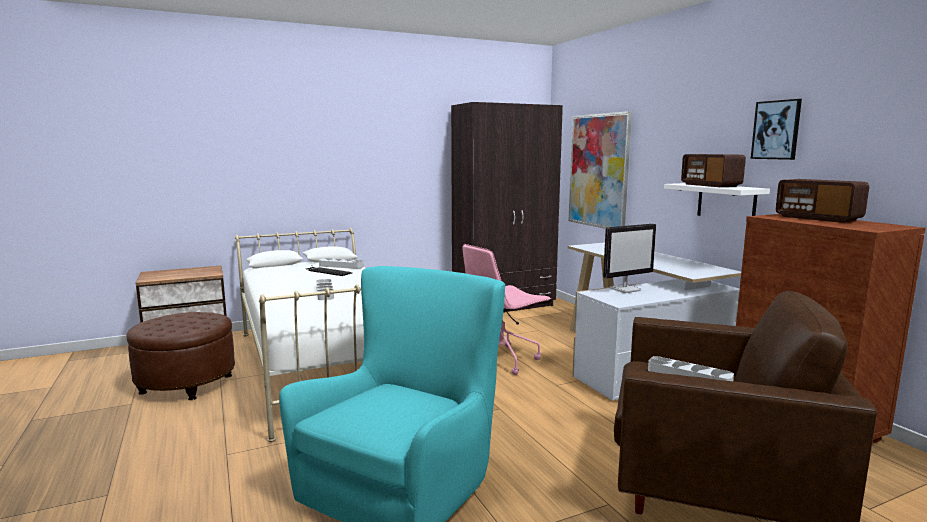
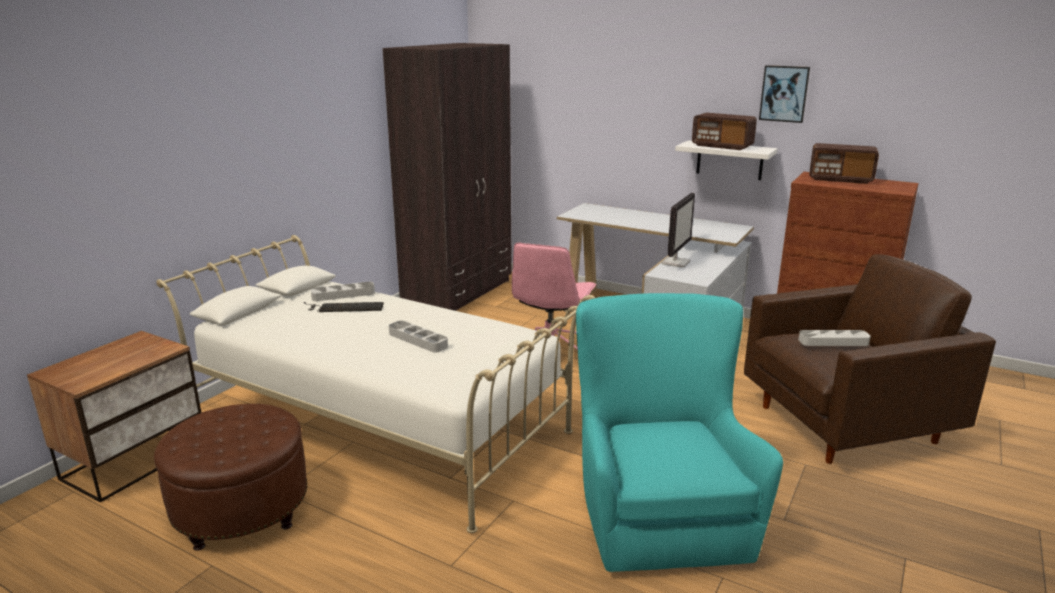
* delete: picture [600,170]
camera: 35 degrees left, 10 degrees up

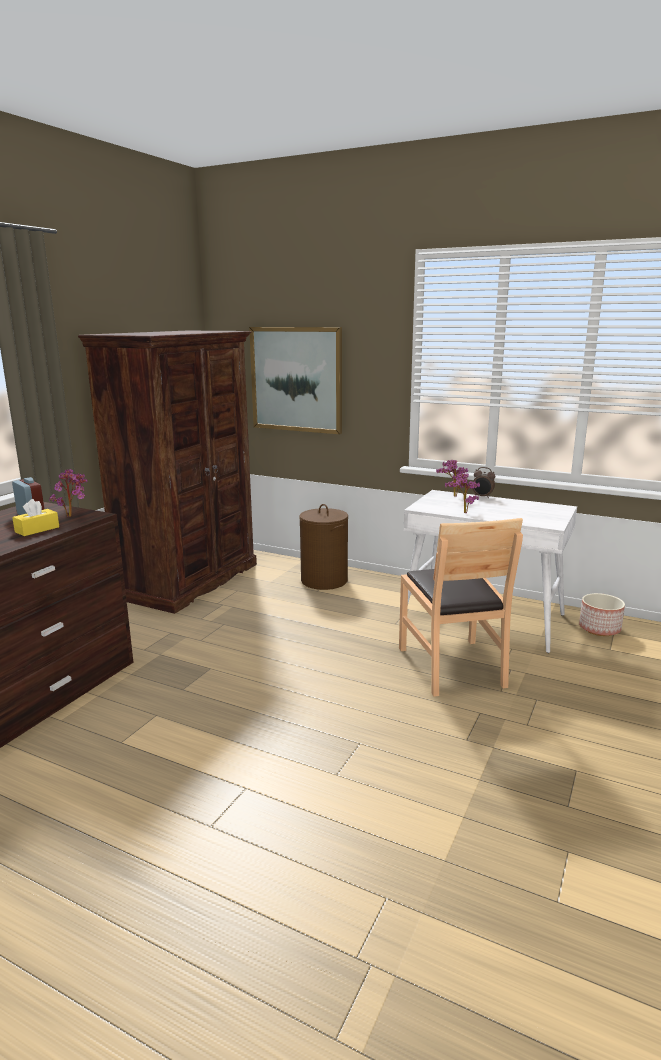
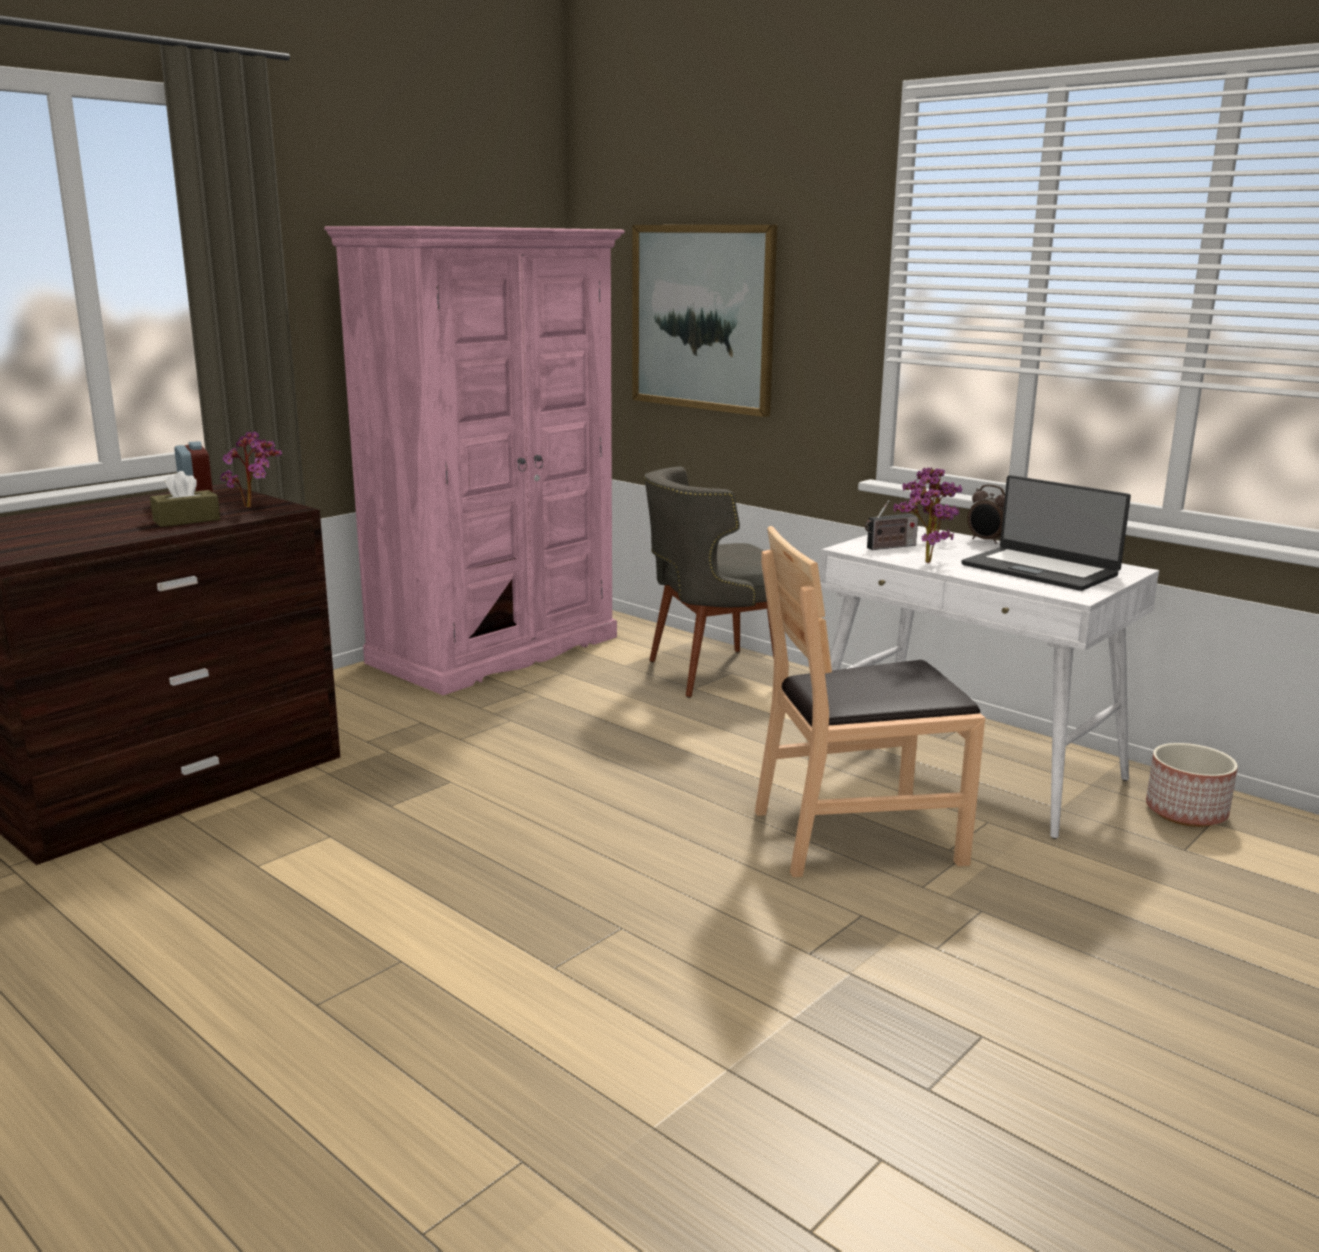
* insert: radio [891,525]
* insert: laptop [1046,533]
* replace: laundry basket (brown) [323,547] to chair (grey) [709,582]
* recolor: tissue box (yellow) [35,517] to tissue box (brown) [185,499]
* recolor: wardrobe (brown) [167,472] to wardrobe (pink) [474,460]
* rotate: chair (brown) [461,607] = [870,701] 75 degrees clockwise
camera: 15 degrees right, 0 degrees up

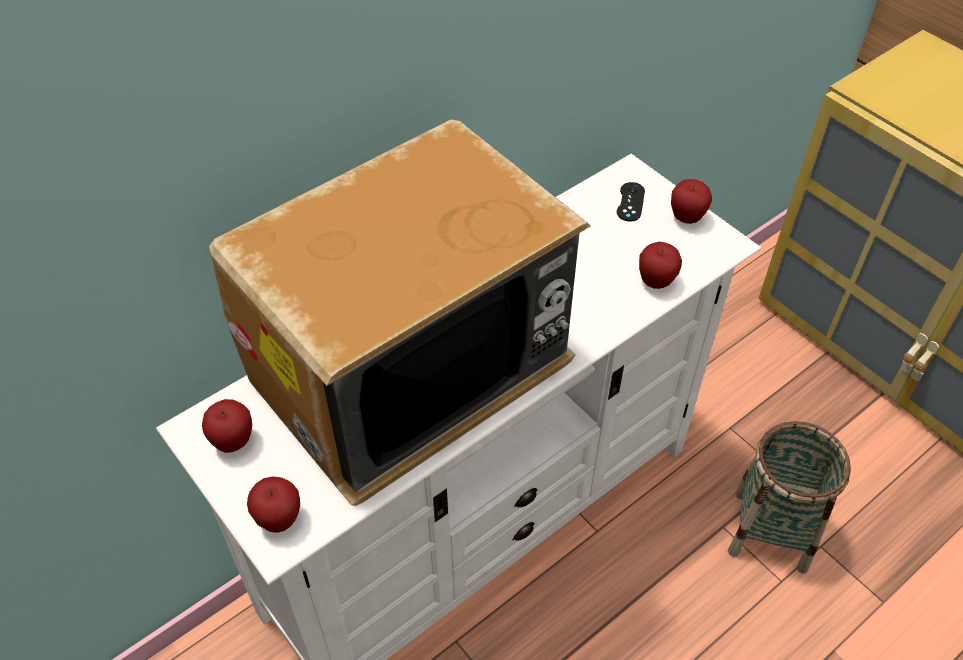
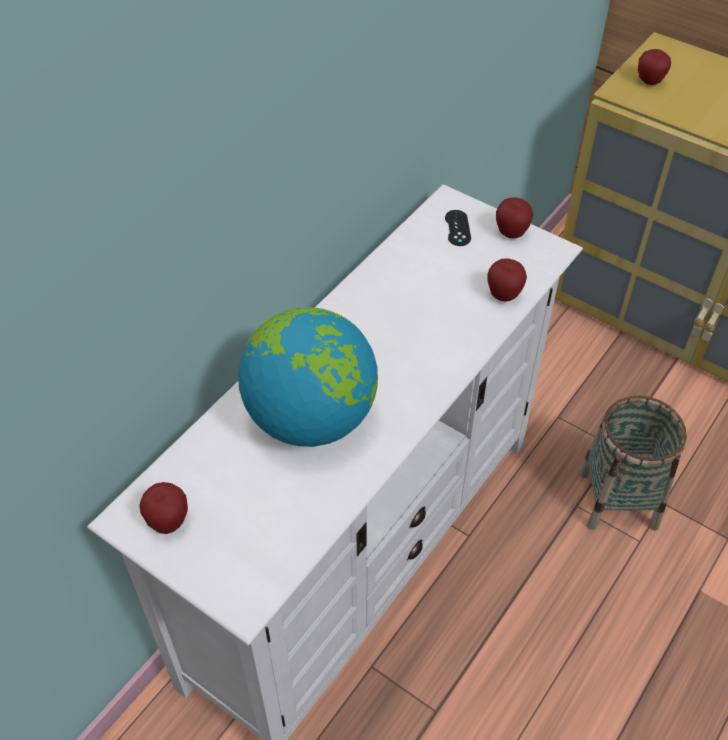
* move: apple [273,504] to [654,67]
* replace: television [400,313] to globe [308,377]
camera: 15 degrees left, 0 degrees up

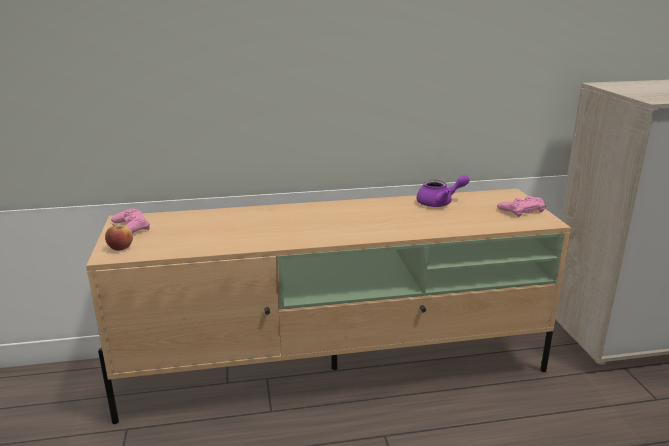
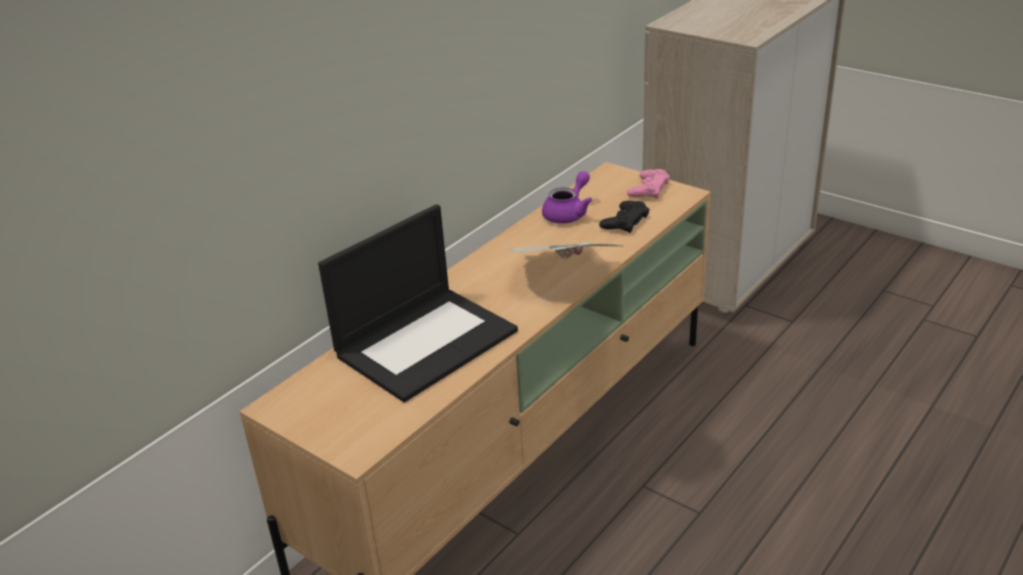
* delete: apple [119,237]
* delete: game controller (pink) [130,220]
* insert: laptop [418,303]
* insert: newspaper [564,250]
* insert: game controller (black) [624,217]
camera: 40 degrees left, 10 degrees up

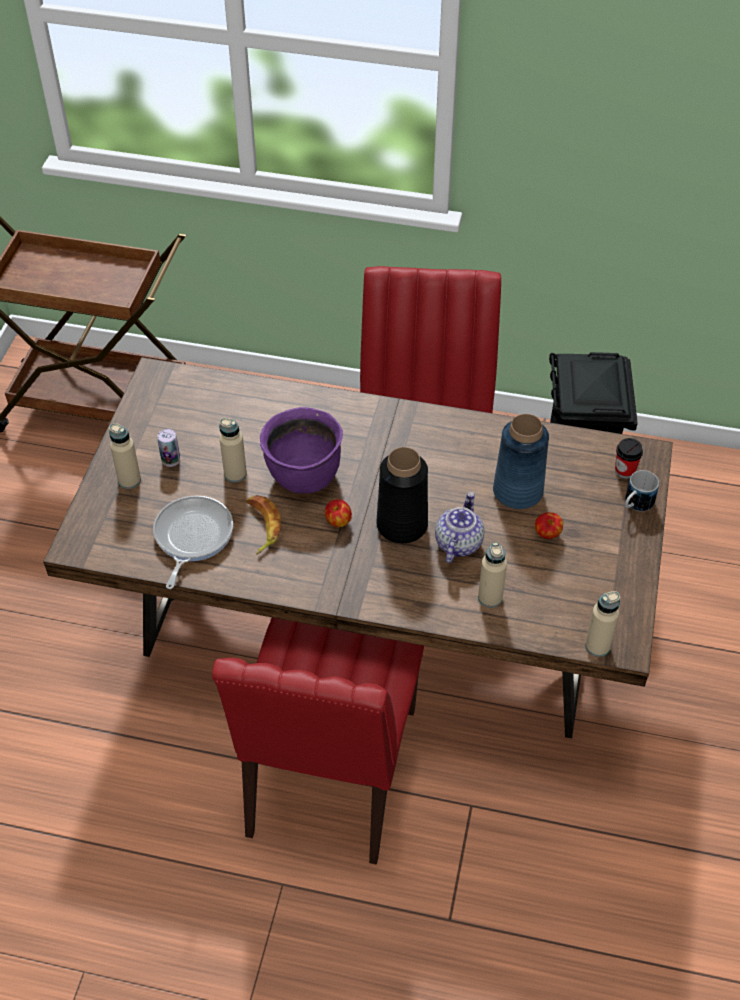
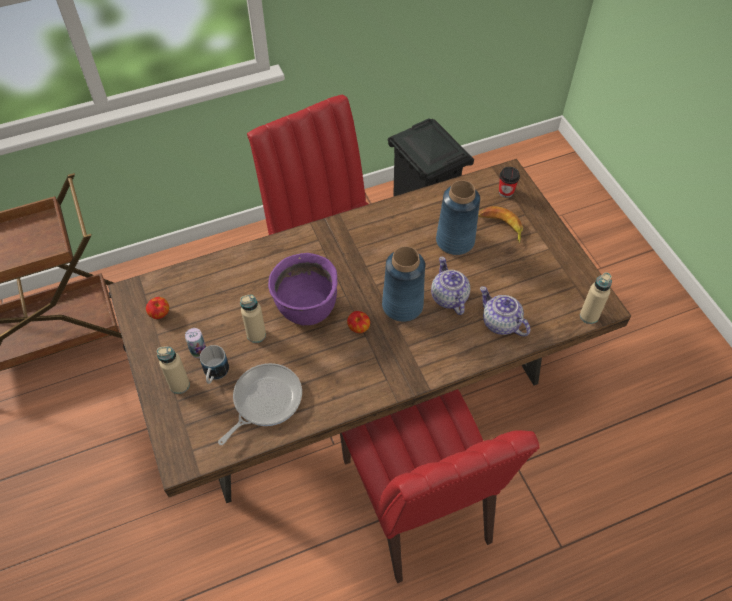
* move: banana [263,525] to [500,224]
* move: apple [549,525] to [157,308]
* move: mug [642,490] to [214,364]
* replace: bottle (beige) [492,575] to teapot [505,311]
* recolor: vase (black) [402,495] to vase (blue) [403,284]
* rotate: frying pan [193,542] = [260,404] 60 degrees clockwise
camera: 35 degrees left, 5 degrees up

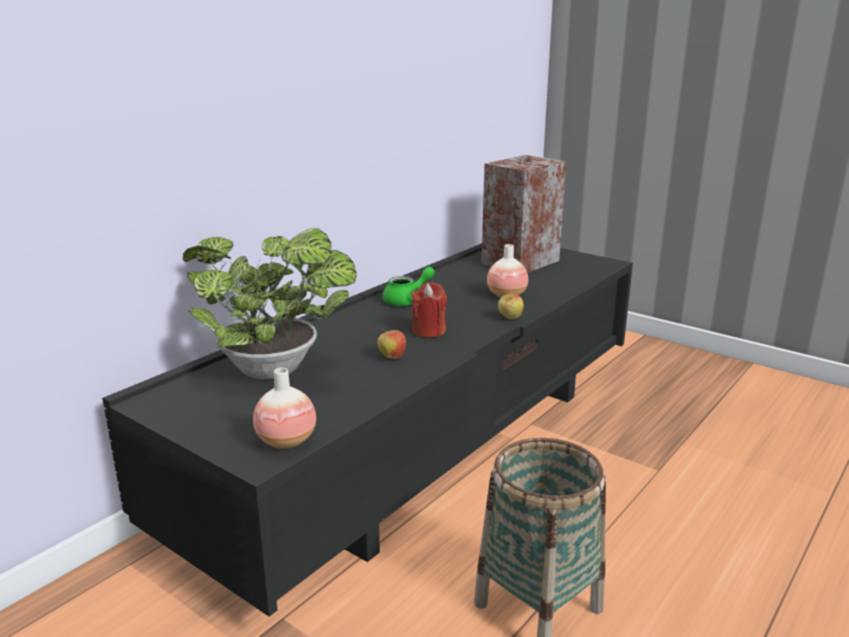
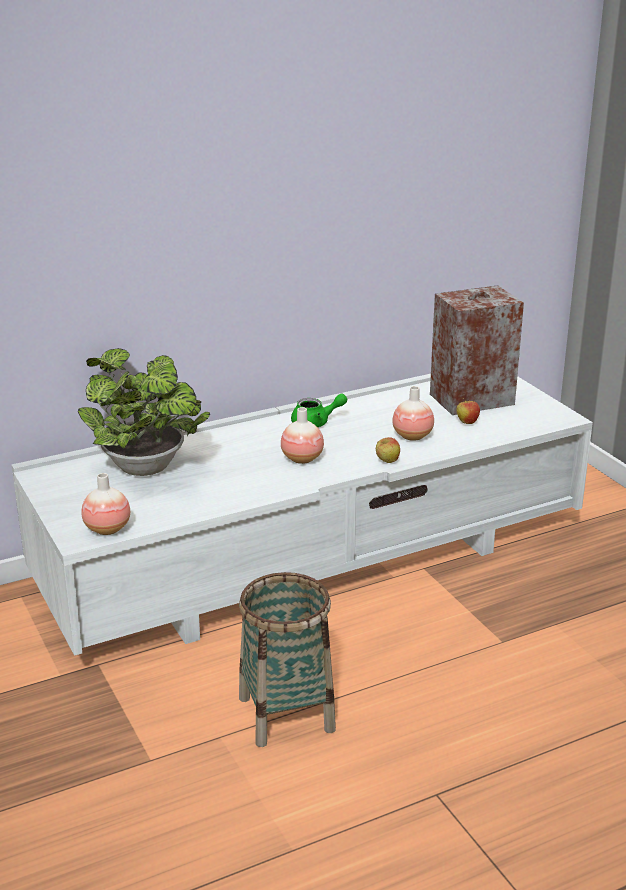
* move: apple [392,344] to [468,411]
* replace: candle (red) [429,310] to vase [302,435]
* recolor: tv stand (black) [367,430] to tv stand (white) [302,515]
camera: 25 degrees right, 5 degrees up

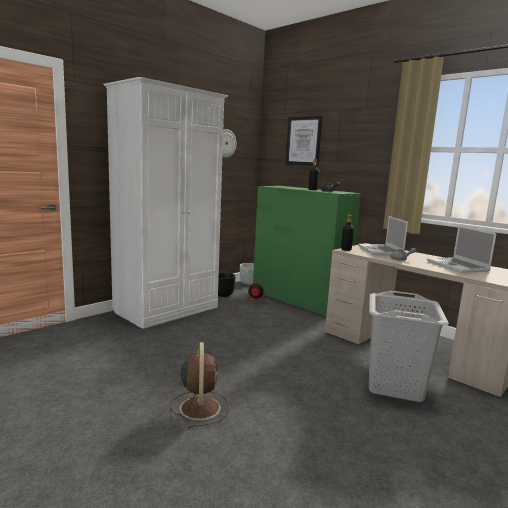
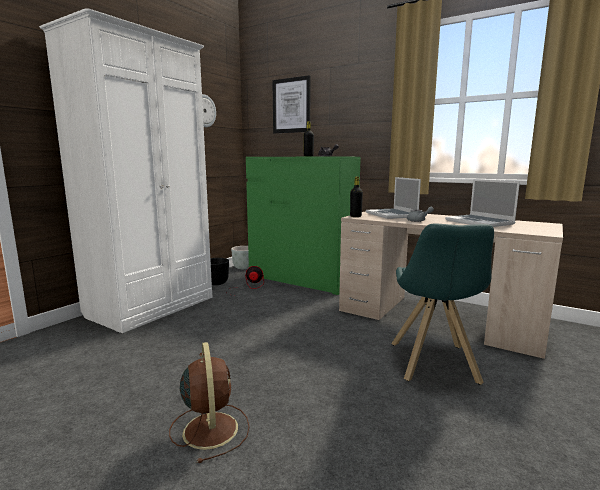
* replace: laundry basket (grey) [409,346] to chair (turquoise) [442,304]
camera: 10 degrees left, 0 degrees up

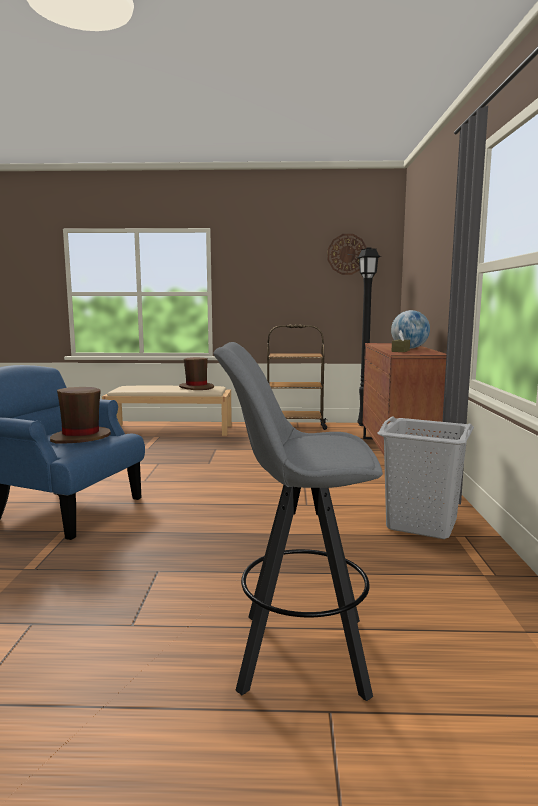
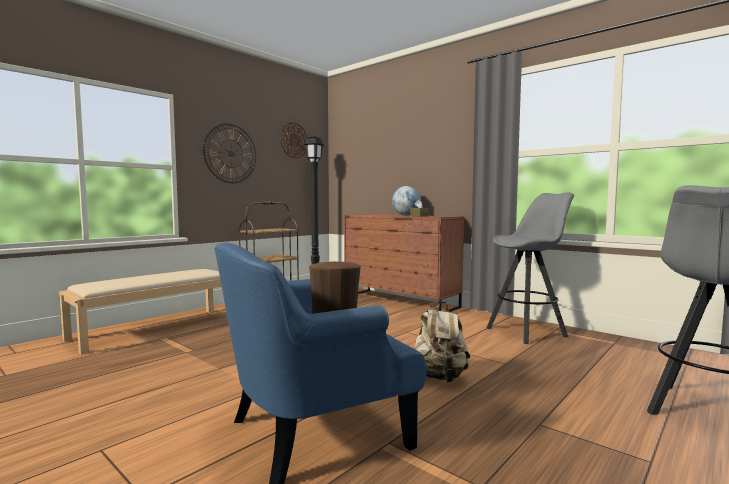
* delete: hat (brown) [196,373]
* insert: wall clock [229,153]
* insert: backpack (beige) [442,342]
* replace: laundry basket (grey) [425,478] to stool (grey) [530,268]
camera: 50 degrees left, 5 degrees down

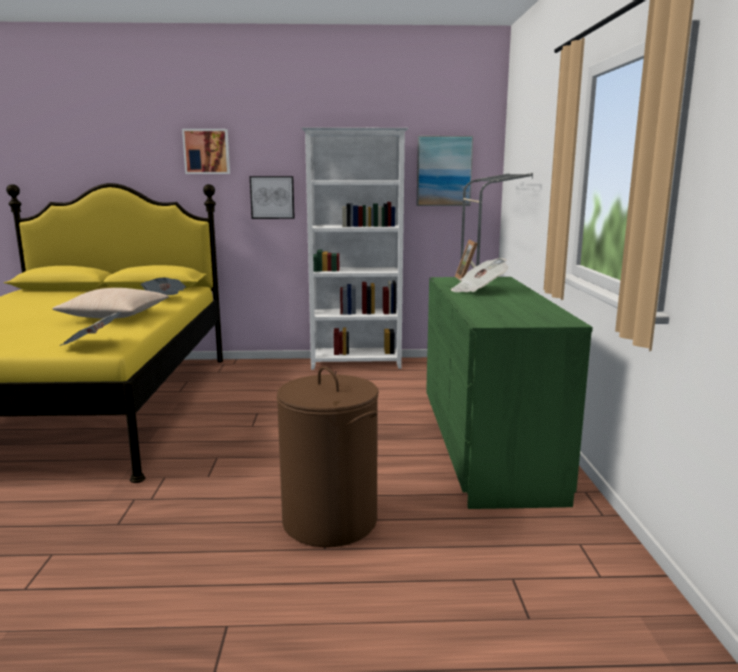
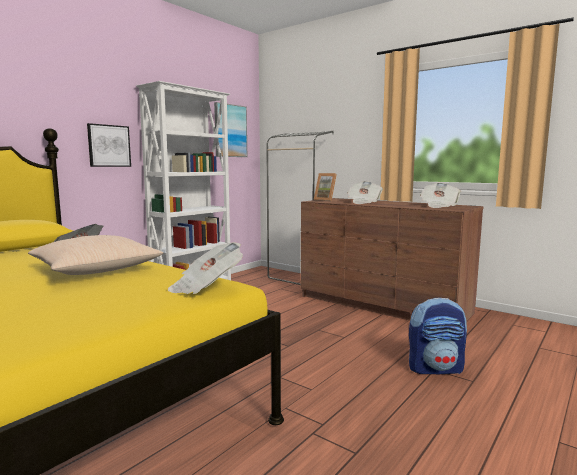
* delete: picture [206,151]
* insert: newspaper [440,195]
* replace: laundry basket (brown) [327,457] to backpack [438,336]
* recolor: dresser (green) [509,393] to dresser (brown) [392,260]
camera: 50 degrees left, 5 degrees down

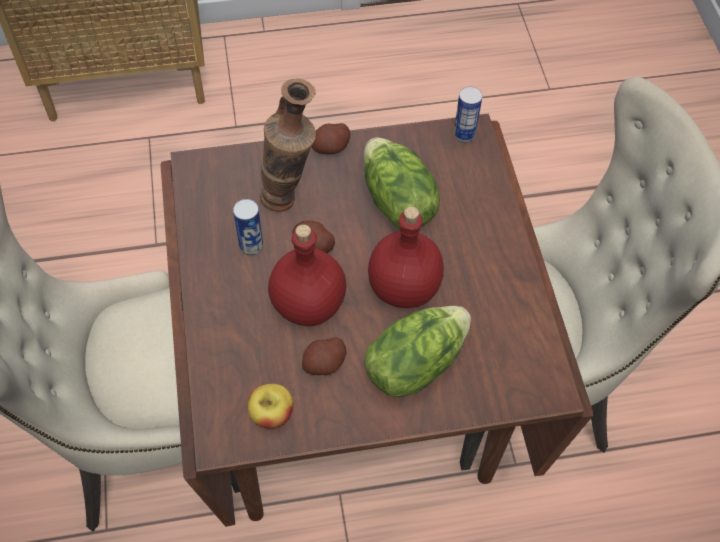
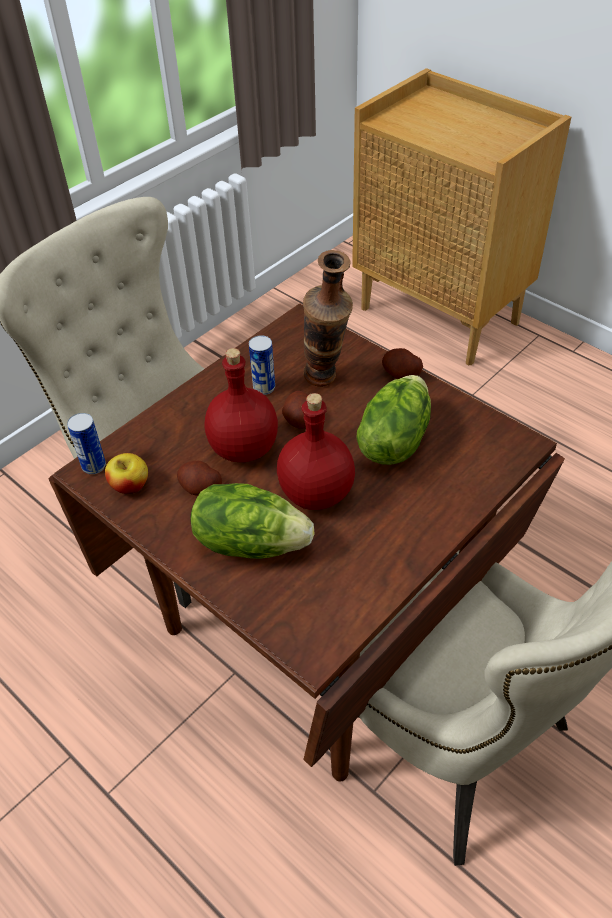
* move: can [468,114] to [86,443]
camera: 55 degrees right, 10 degrees down

